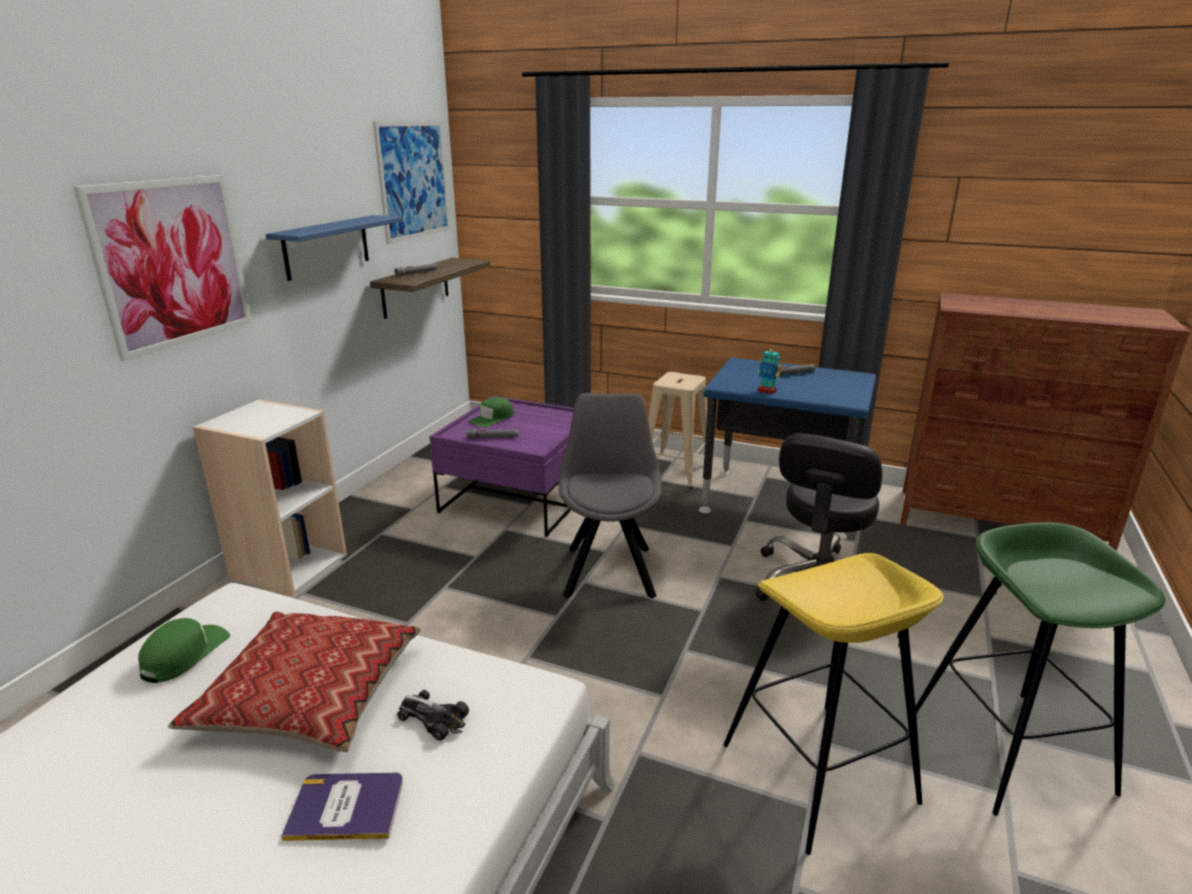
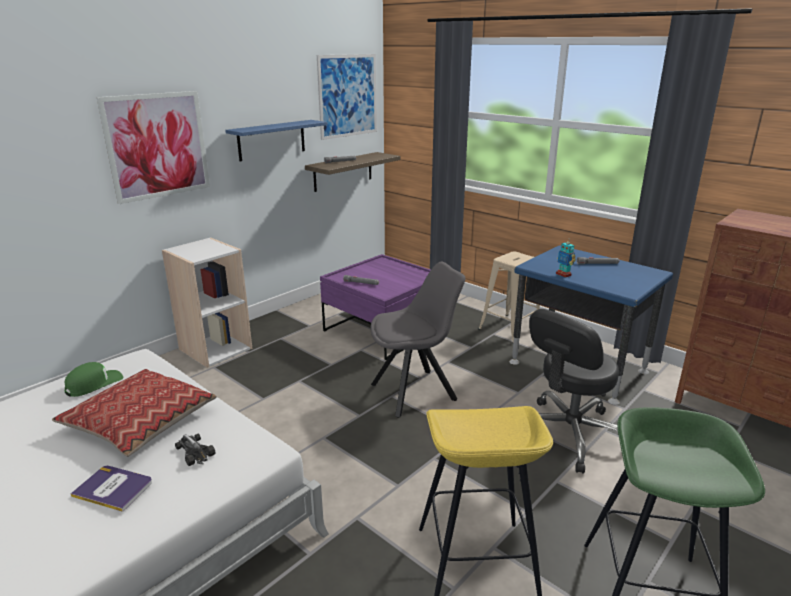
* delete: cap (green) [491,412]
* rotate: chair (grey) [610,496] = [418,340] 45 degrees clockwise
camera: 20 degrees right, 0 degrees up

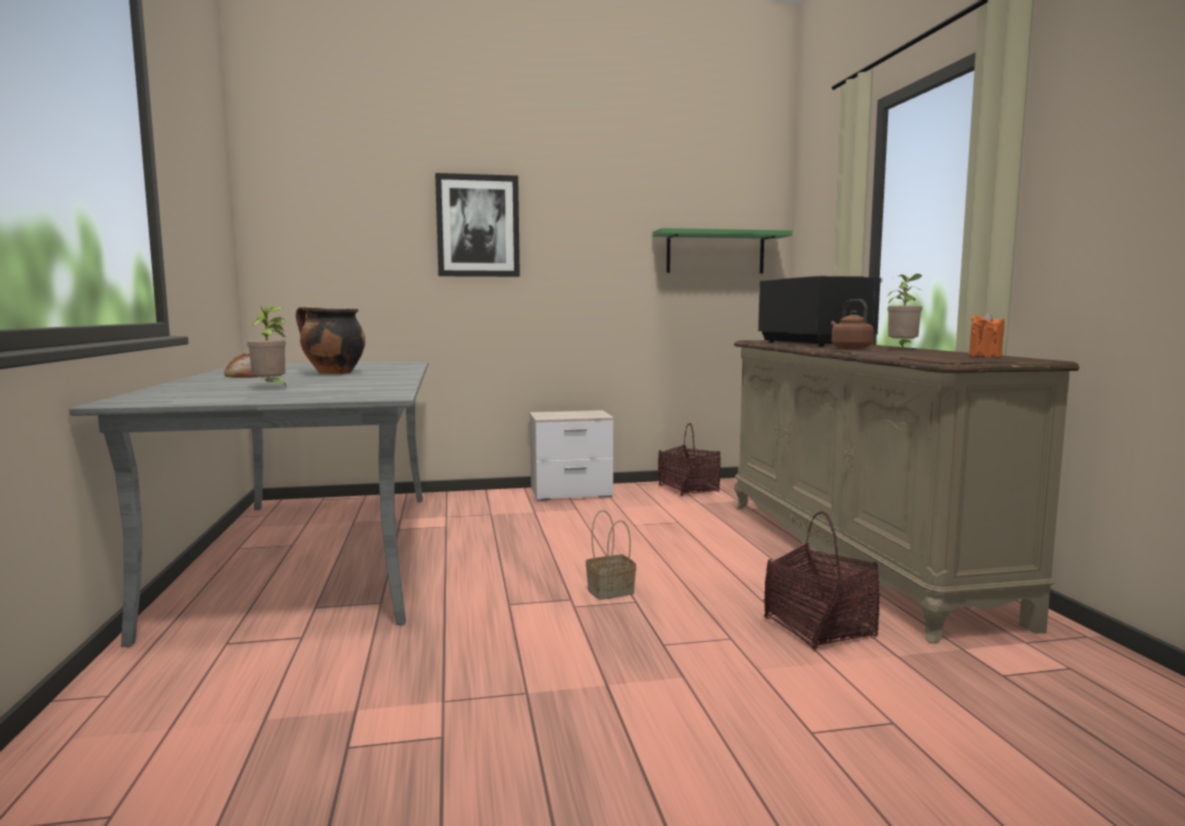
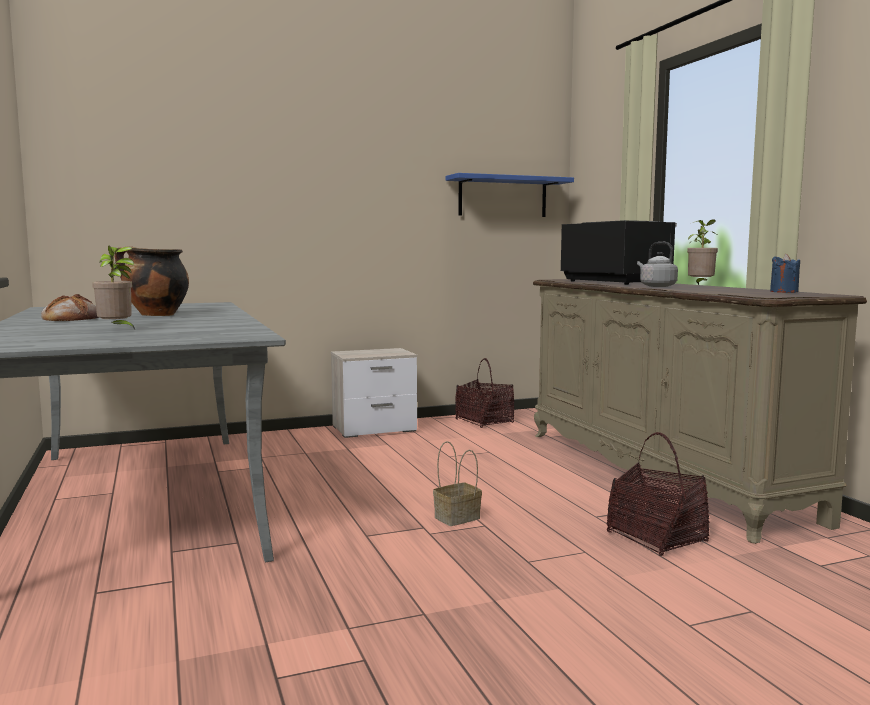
* delete: picture [477,225]
* recolor: shelf (green) [722,251] to shelf (blue) [509,195]
* recolor: kettle (brown) [852,324] to kettle (grey) [657,264]
* recolor: candle (orange) [986,334] to candle (blue) [785,273]
camera: 10 degrees left, 0 degrees up

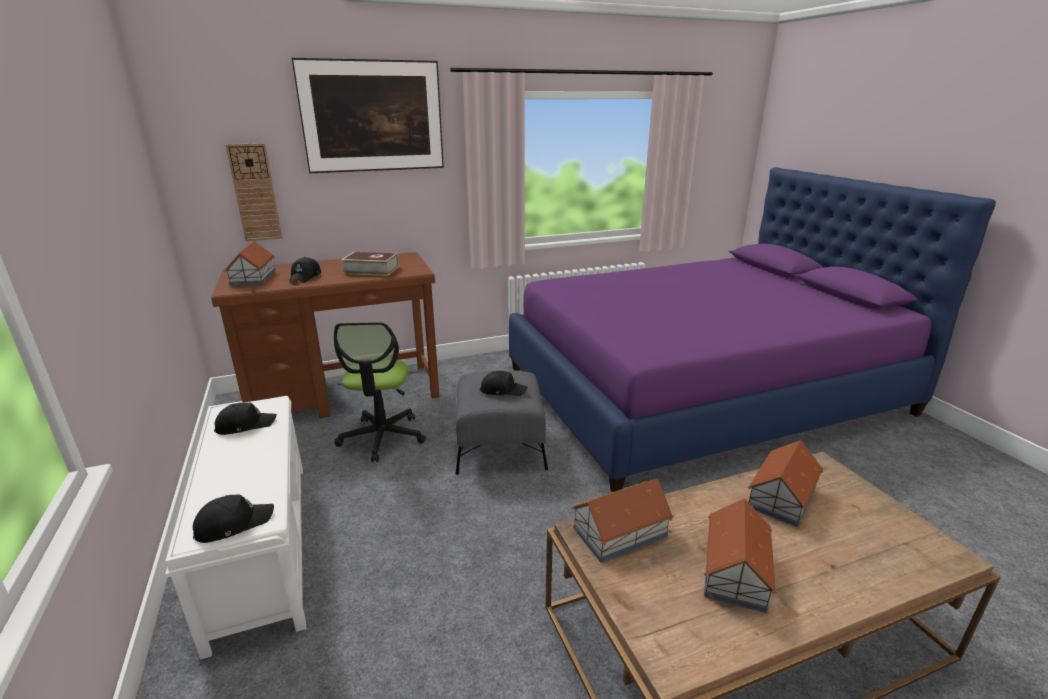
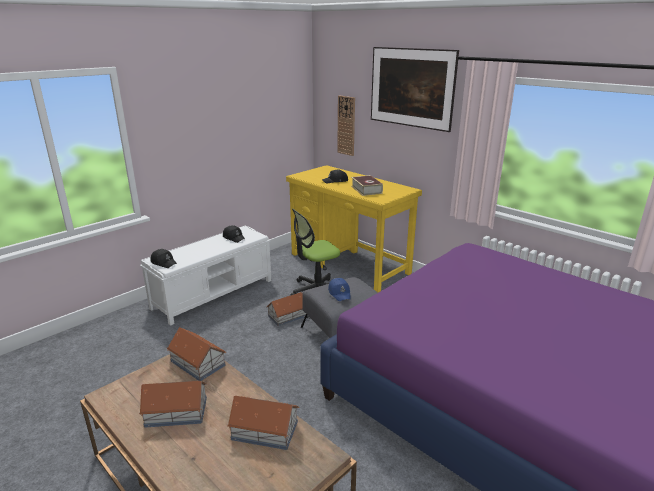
* move: toy house [250,263] to [286,309]
* recolor: desk (brown) [325,335] to desk (yellow) [354,229]
* recolor: cap (black) [504,383] to cap (blue) [339,289]
camera: 65 degrees right, 0 degrees up

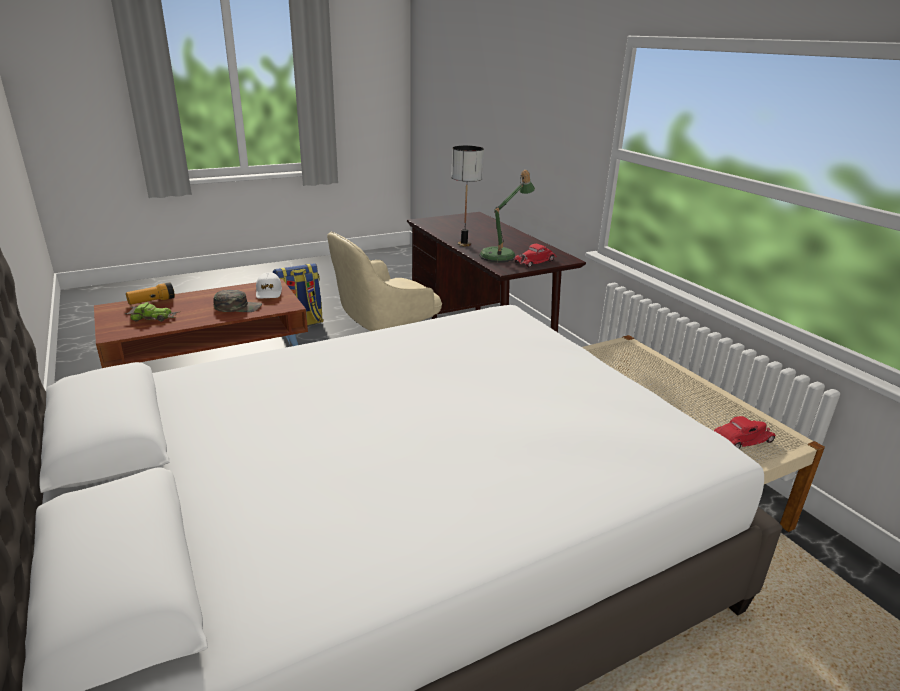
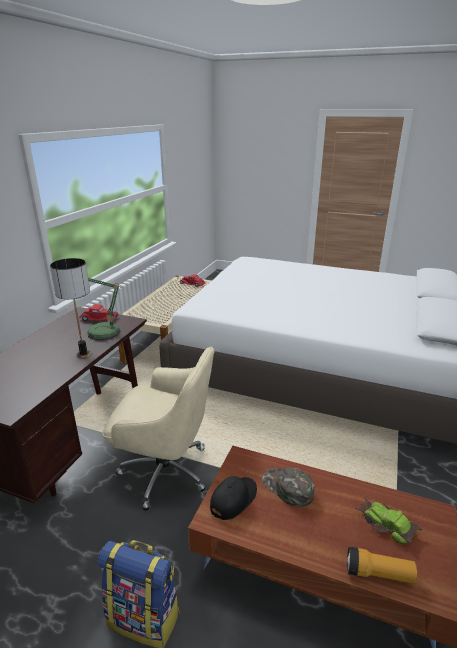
* recolor: cap (white) [269,285] to cap (black) [233,498]
camera: 130 degrees left, 0 degrees up

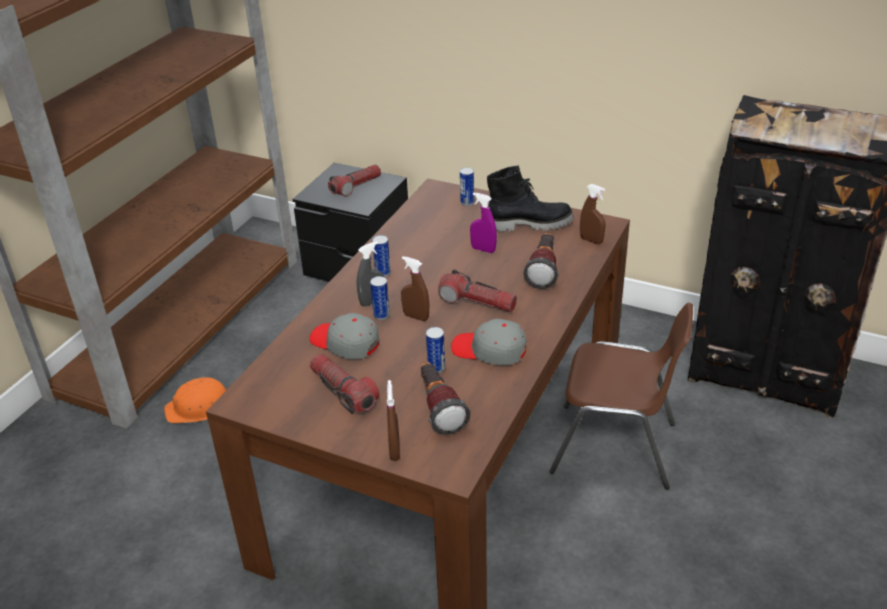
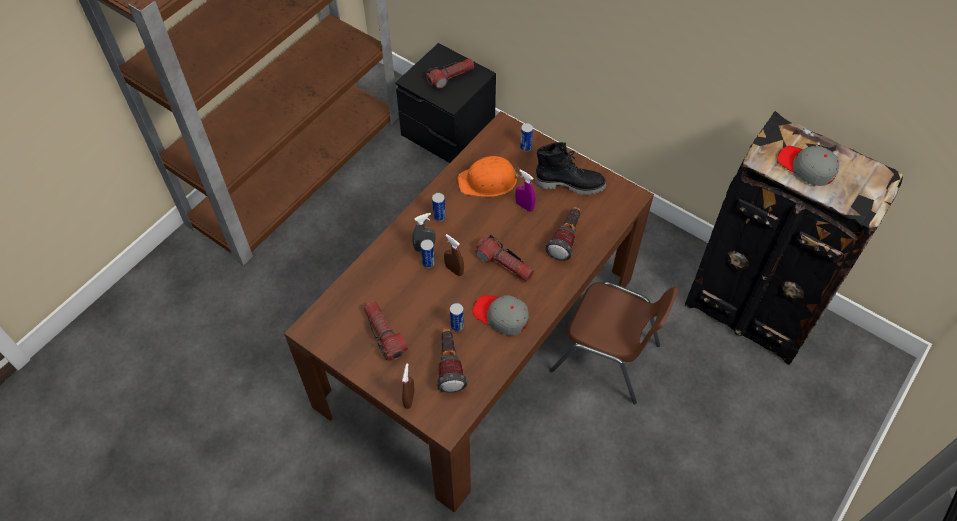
* delete: spray bottle (brown) [593,214]
* move: hard hat (orange) [196,400] to [489,176]
* move: cap (grey) [345,336] to [808,166]
camera: 10 degrees right, 20 degrees up

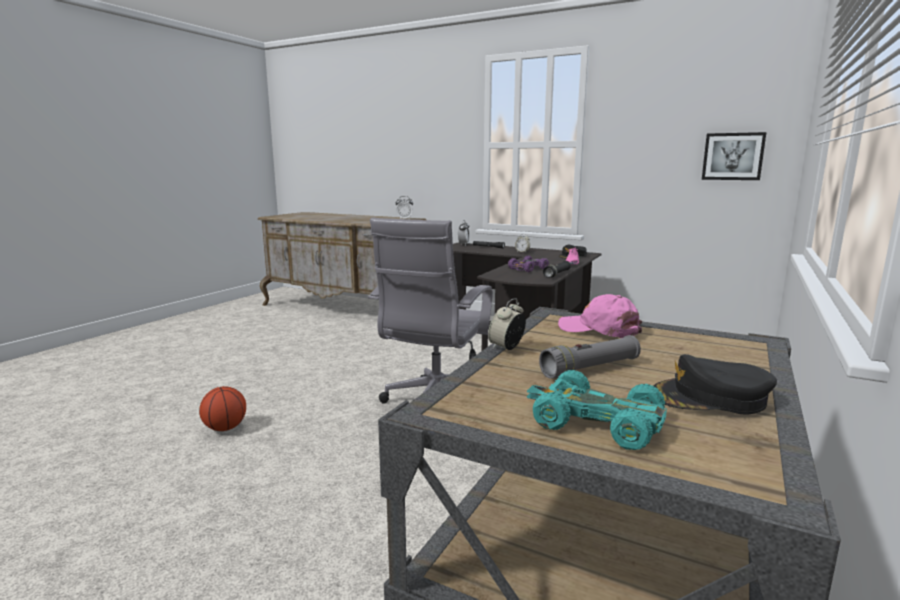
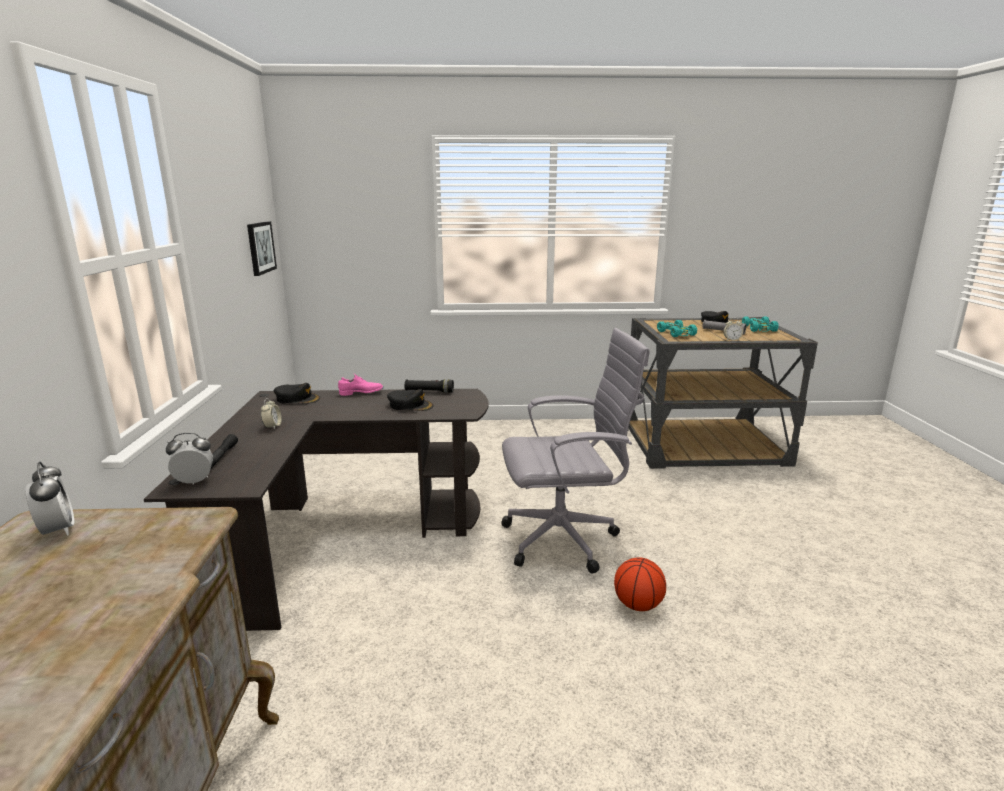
* move: basketball [222,408] to [640,584]
* replace: toy car (purple) [528,264] to cap (black) [410,400]
* replace: cap (pink) [600,316] to toy car (turquoise) [677,328]
camera: 120 degrees left, 5 degrees up

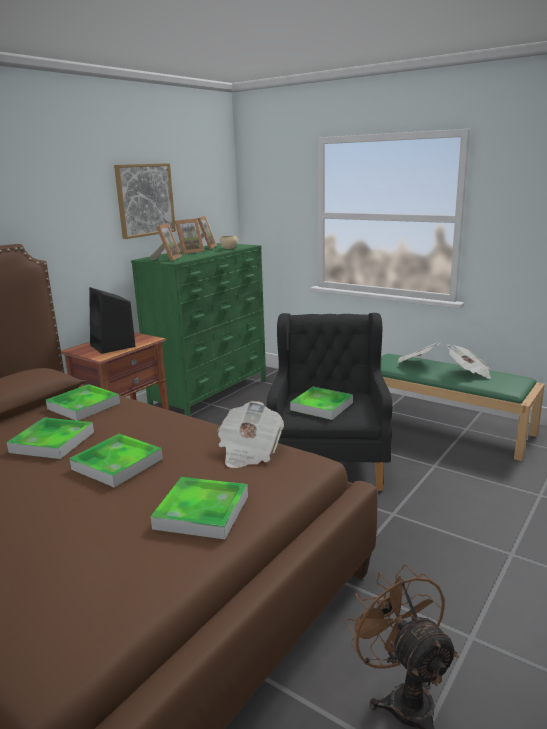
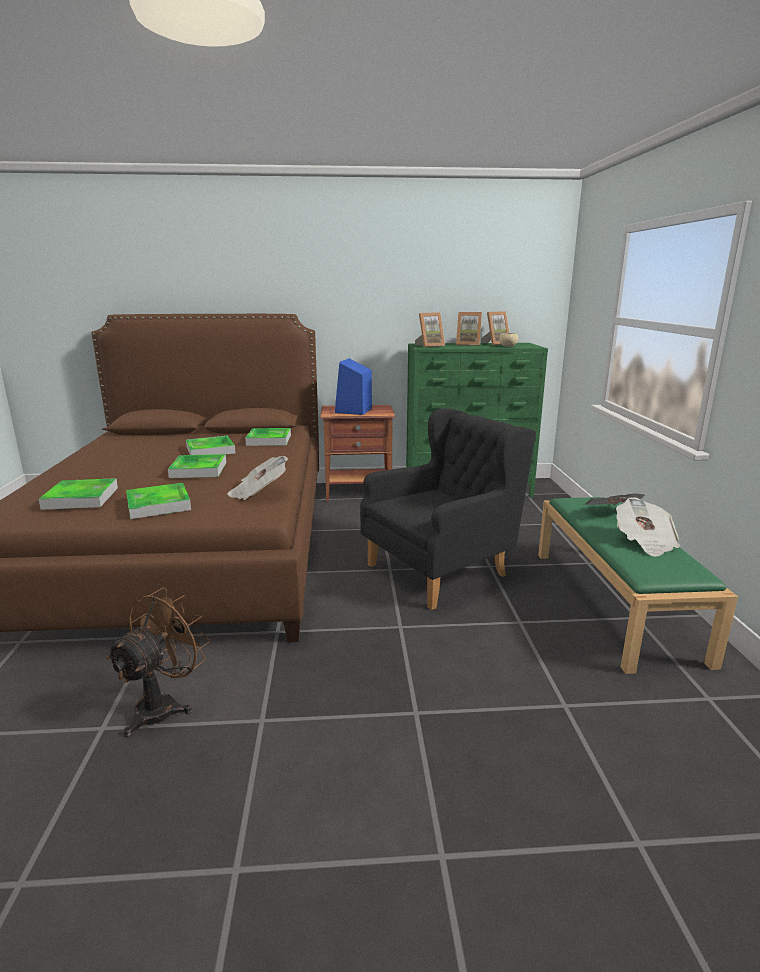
* delete: picture [145,201]
* move: tray [321,403] to [78,494]
* recolor: speaker (black) [112,320] to speaker (blue) [353,386]
camera: 50 degrees right, 0 degrees up

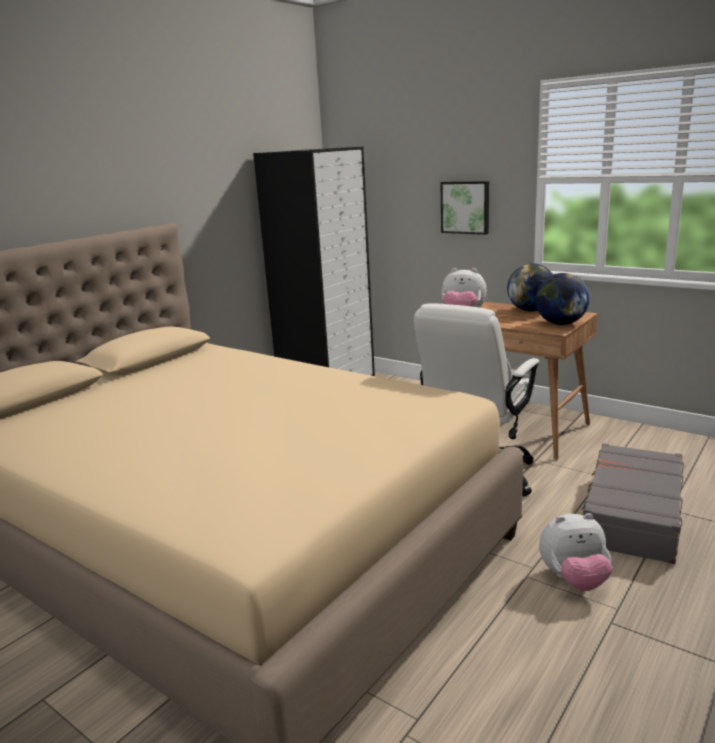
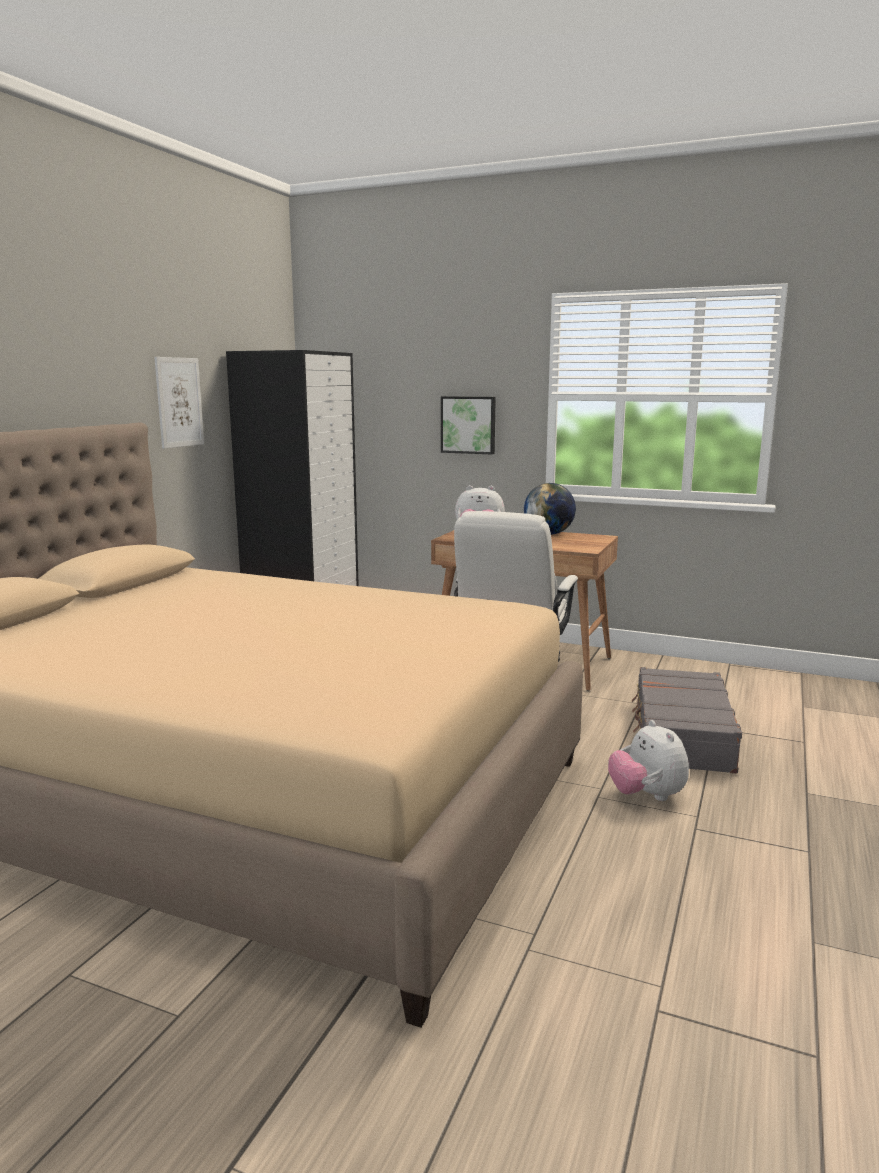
* delete: globe [562,299]
* insert: picture [179,403]
* rotate: plush toy [575,552] = [648,760] 90 degrees clockwise
camera: 15 degrees left, 5 degrees down

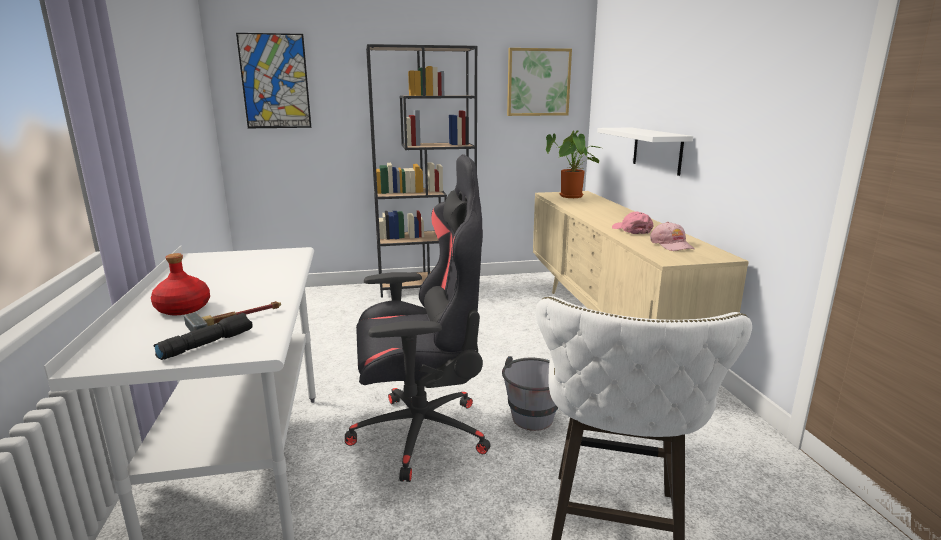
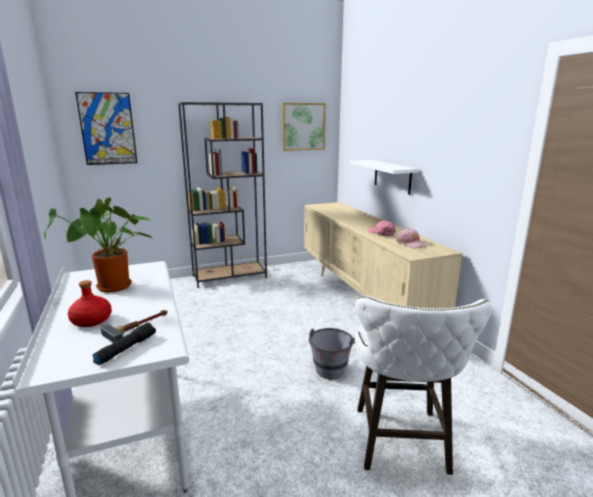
* delete: office chair (black) [418,318]
* move: potted plant [573,164] to [99,245]
camera: 10 degrees left, 0 degrees up

